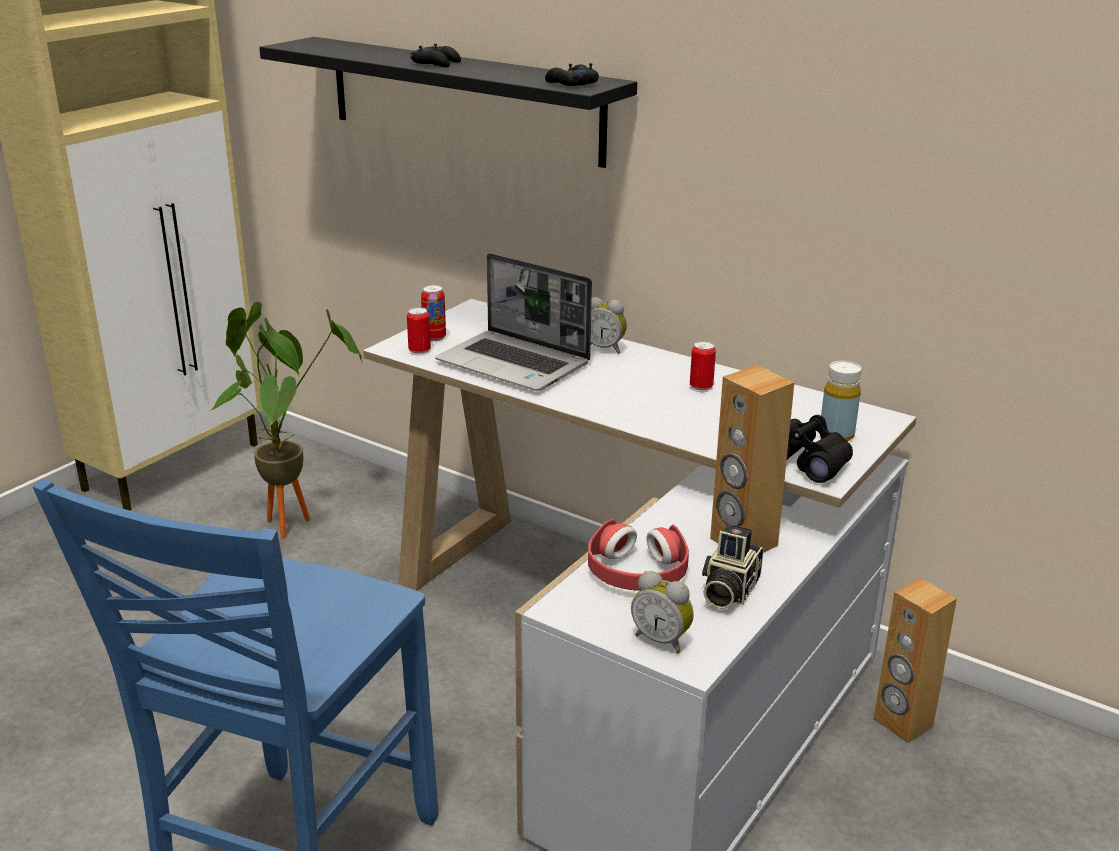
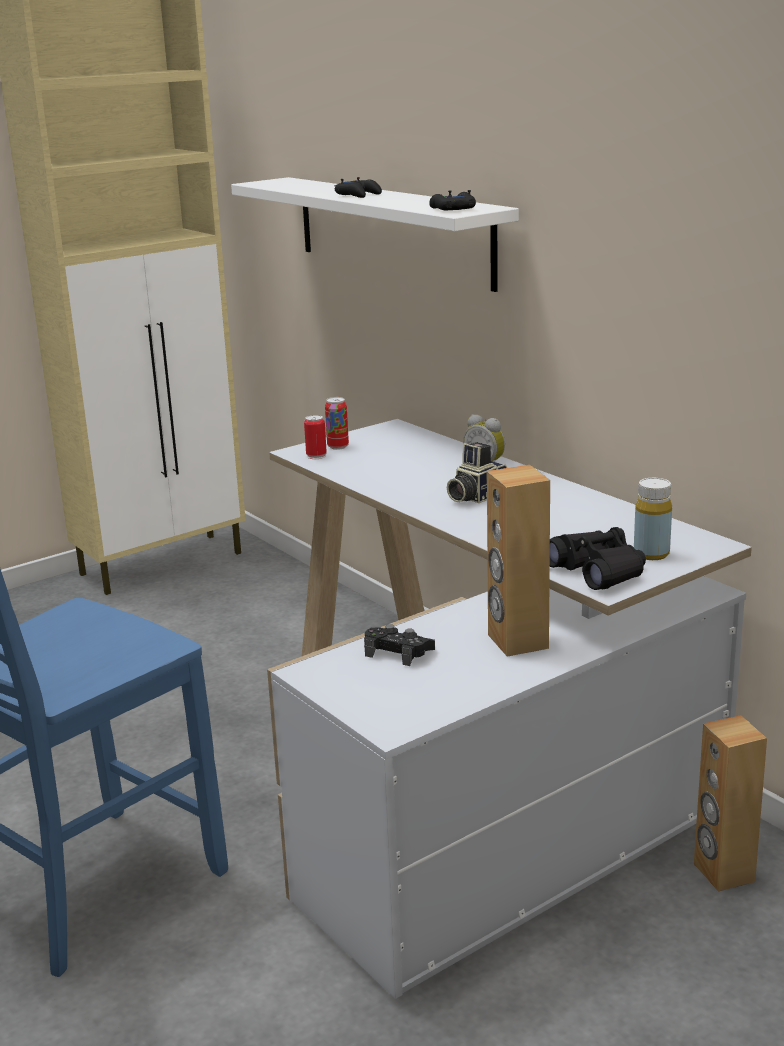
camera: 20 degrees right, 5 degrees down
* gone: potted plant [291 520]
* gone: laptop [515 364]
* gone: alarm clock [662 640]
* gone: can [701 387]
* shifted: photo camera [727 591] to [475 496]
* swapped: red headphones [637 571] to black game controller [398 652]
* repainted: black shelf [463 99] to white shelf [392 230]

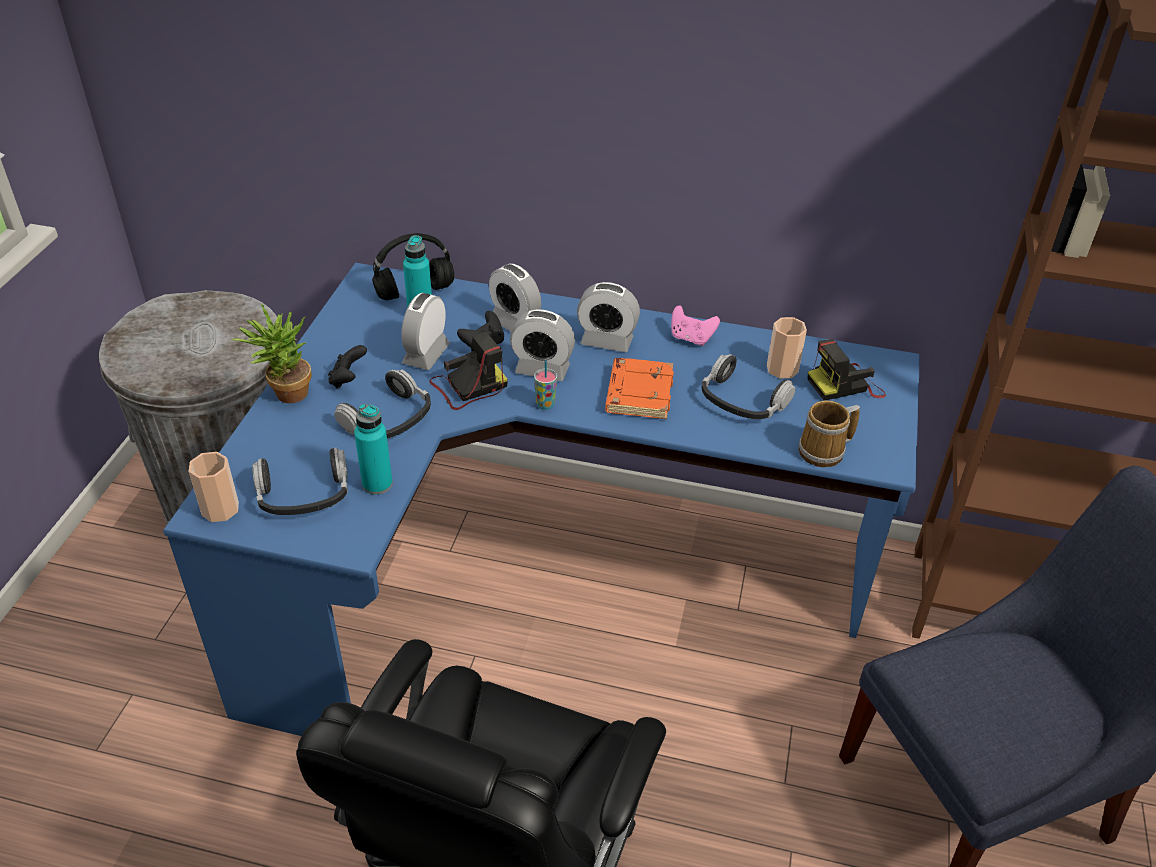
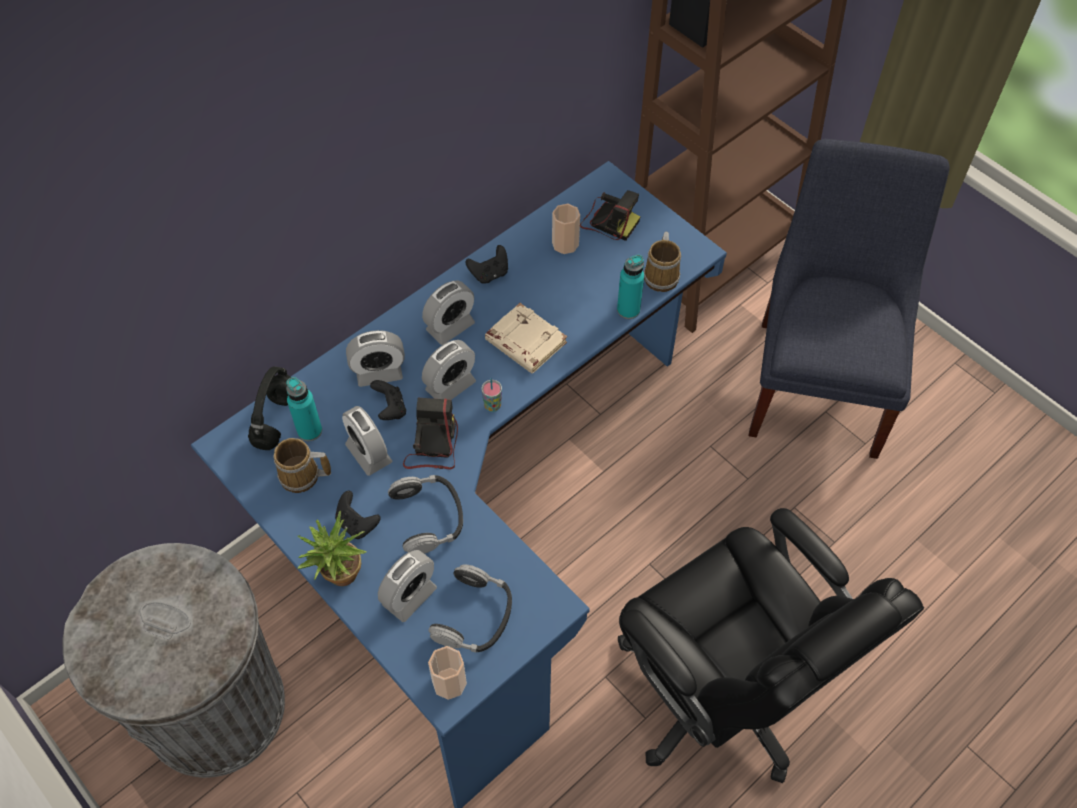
camera: 55 degrees left, 15 degrees up
* gone: headphones [742 400]
* new: mug [302 477]
* new: alarm clock [409 596]
* shifted: turquoise bottle [377 484] to [628 310]
* repainted: orange book [638 393] to beige book [524 342]
* repainted: pink game controller [691 338] to black game controller [489 274]
* rotated: photo camera [845 385] = [608 221] 75 degrees counterclockwise

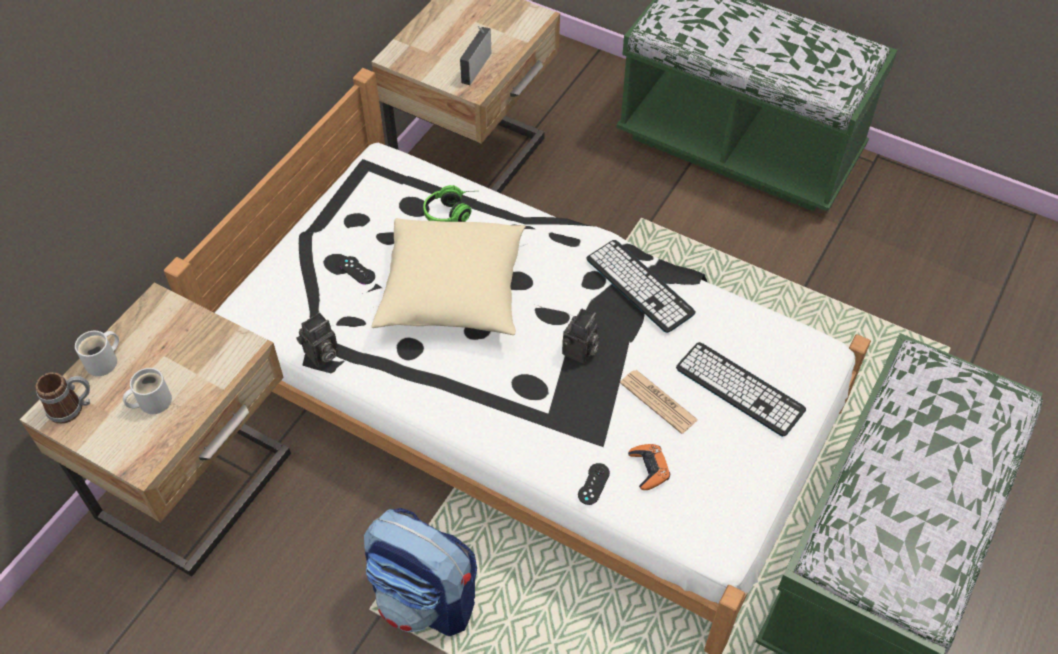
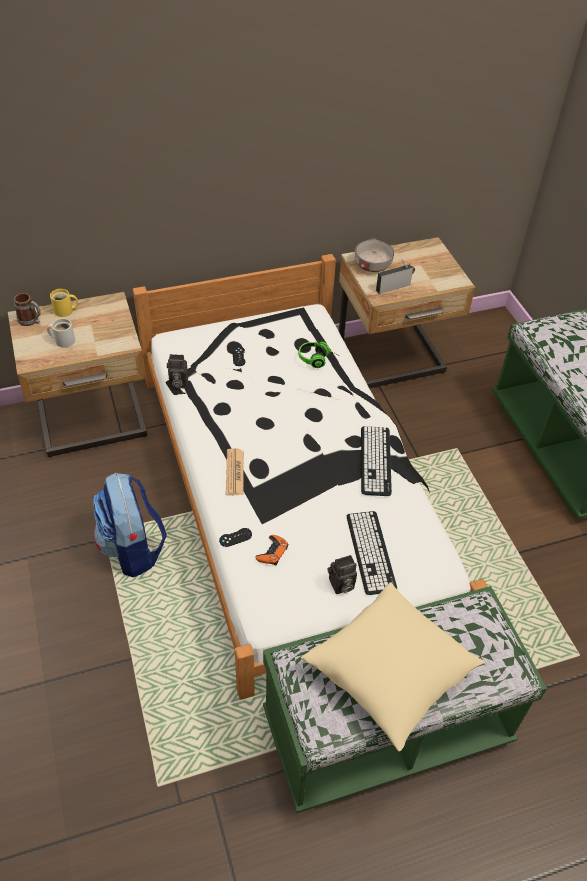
camera: 40 degrees right, 5 degrees down
* new: grey bowl [372 266]
* shifted: beige pillow [453 294] to [390 674]
* shifted: photo camera [580 352] to [340 585]
* shifted: newspaper [658 401] to [234 472]
* repainted: white mug [105 361] to yellow mug [65 311]

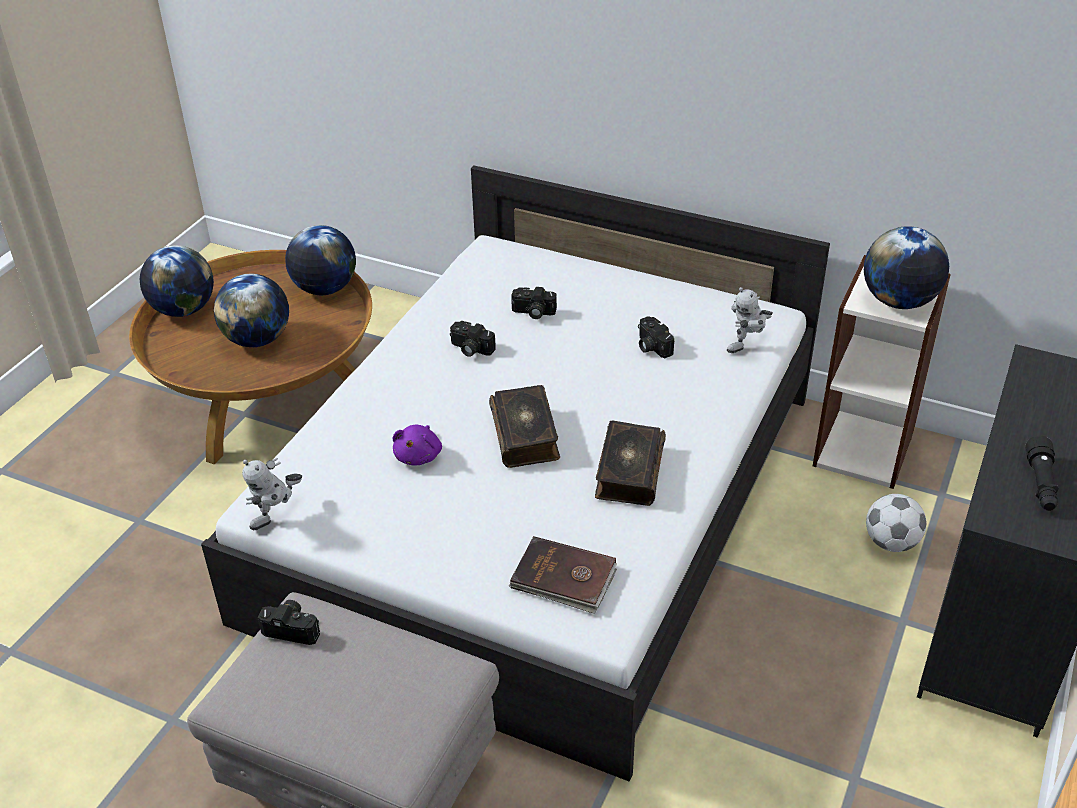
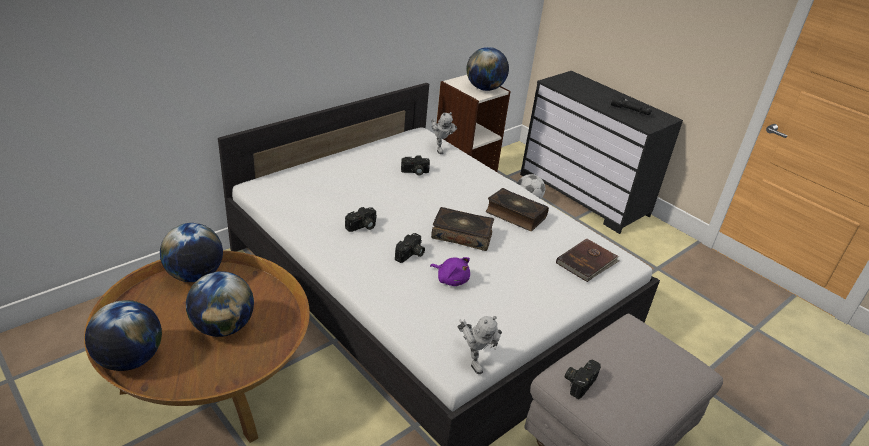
camera: 70 degrees left, 5 degrees down
* shifted: photo camera [533 313] to [410 255]

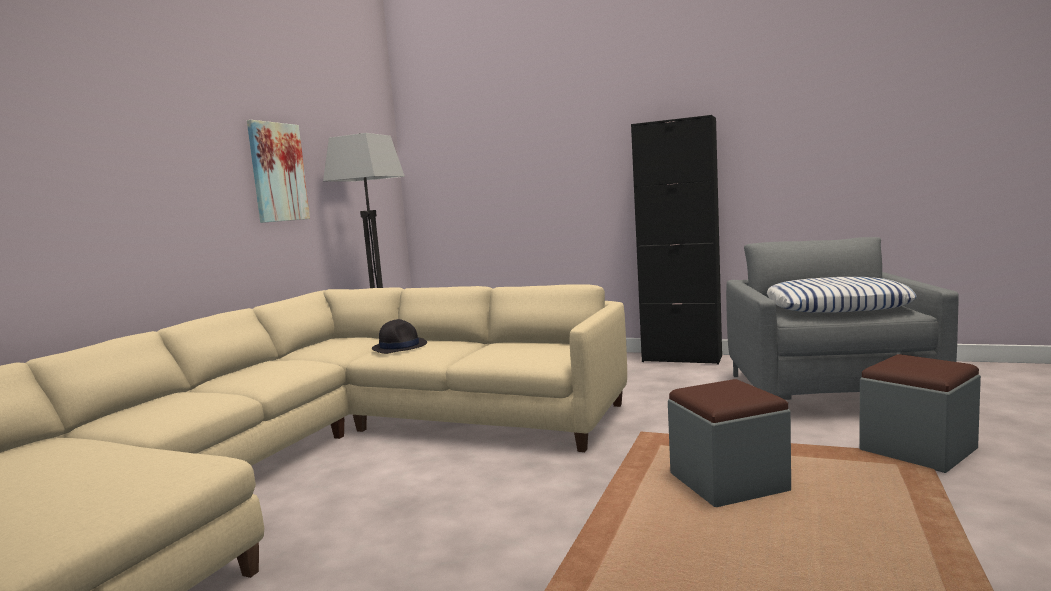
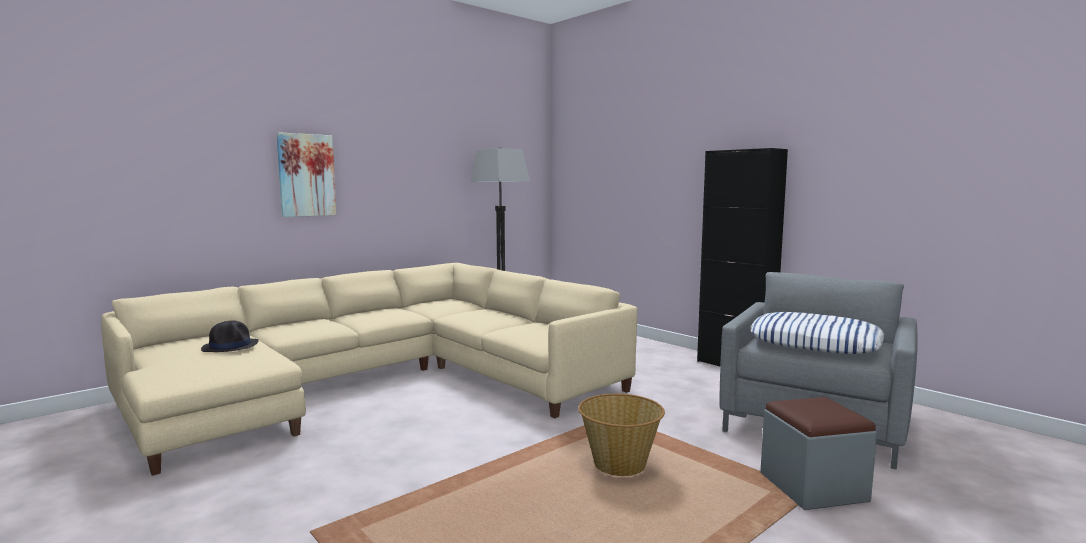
camera: 25 degrees right, 0 degrees up
* shifted: picture [277 172] to [306 175]
* shifted: black hat [399 346] to [231 346]
* swapped: grey ottoman [728 482] to basket [619 465]

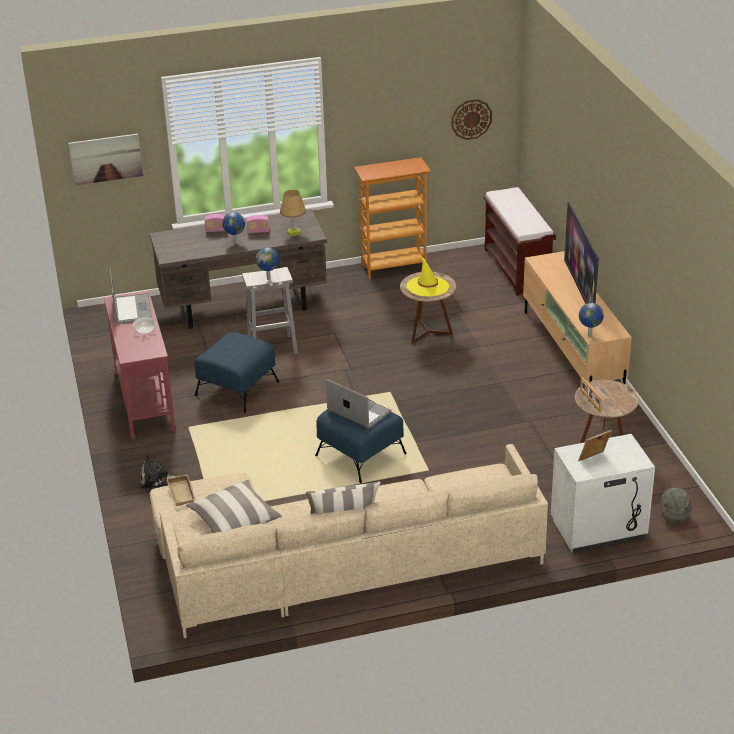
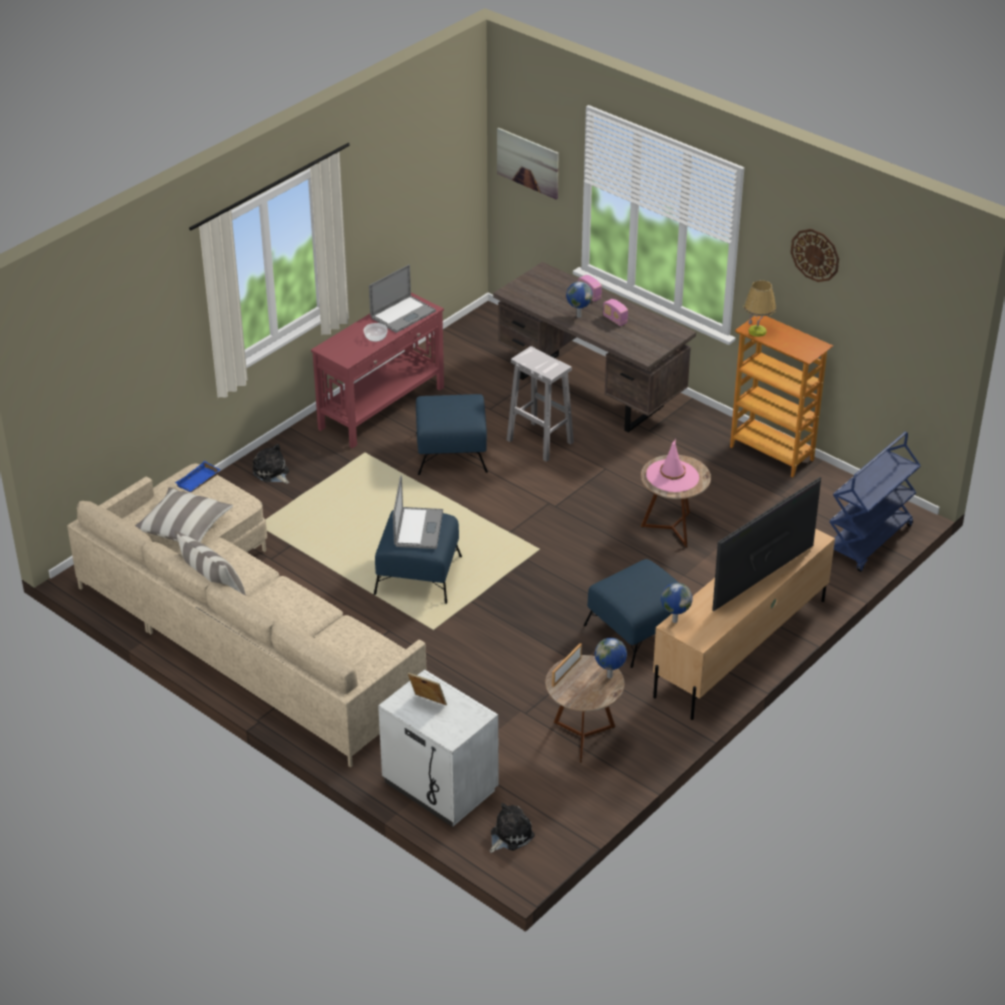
camera: 55 degrees right, 5 degrees up
* new: blue ottoman [636 631]
* shifted: globe [269 279] to [610 677]
* shifted: table lamp [294 232] to [757 331]
* shifted: wall clock [471 119] to [815 255]
* swapped: brown bench [517 269] to blue cart [869 541]
* swapped: grey hat [674 516] to plush toy [509 835]
* repainted: beige tray [183 493] to blue tray [198 481]
* repainted: yellow hat [427 287] to pink hat [672 476]

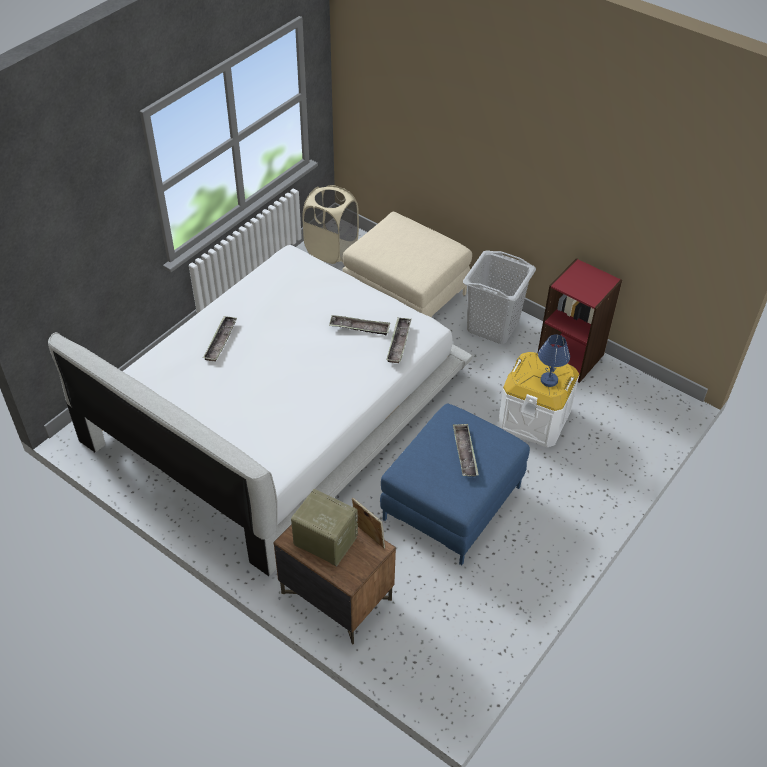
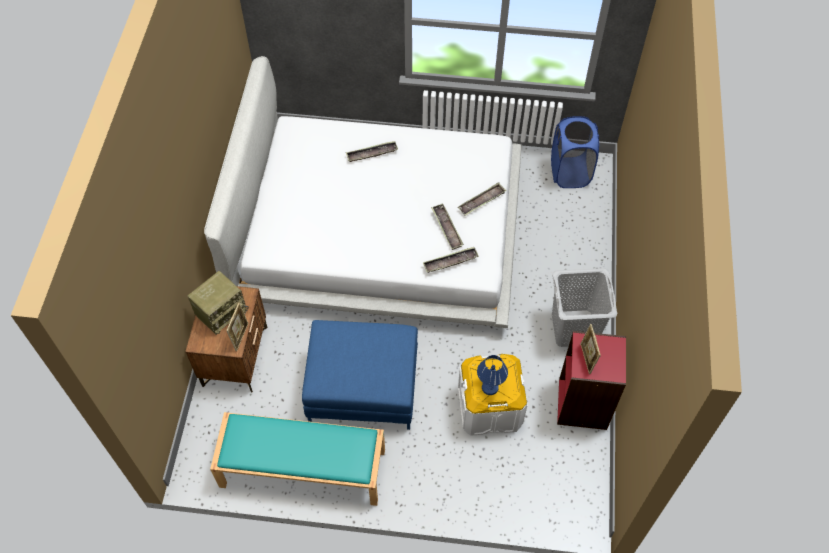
camera: 60 degrees right, 10 degrees up
* gone: beige ottoman [404 294]
* new: turquoise bench [302 468]
* new: picture frame [586 359]
* shifted: tray [465 452] to [481 201]
* repainted: beige laundry basket [331 250] to blue laundry basket [570 173]
* rotated: radio [324 541] = [221 312] 45 degrees clockwise

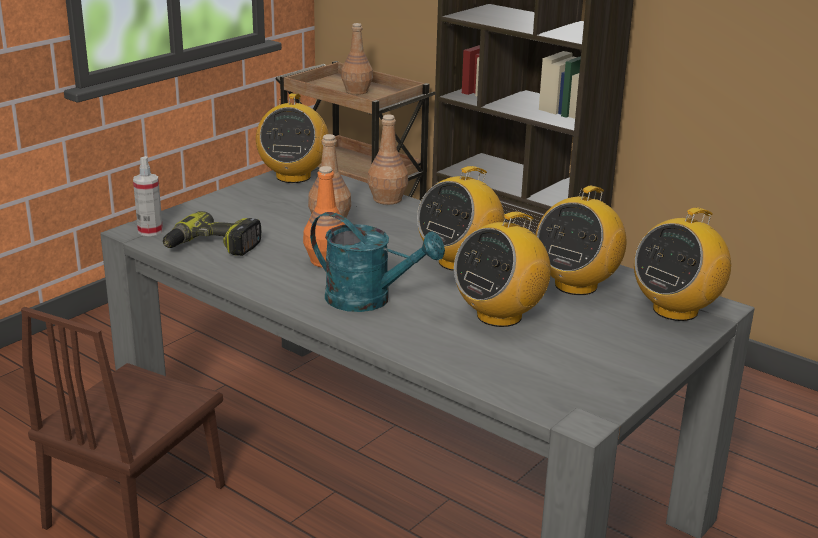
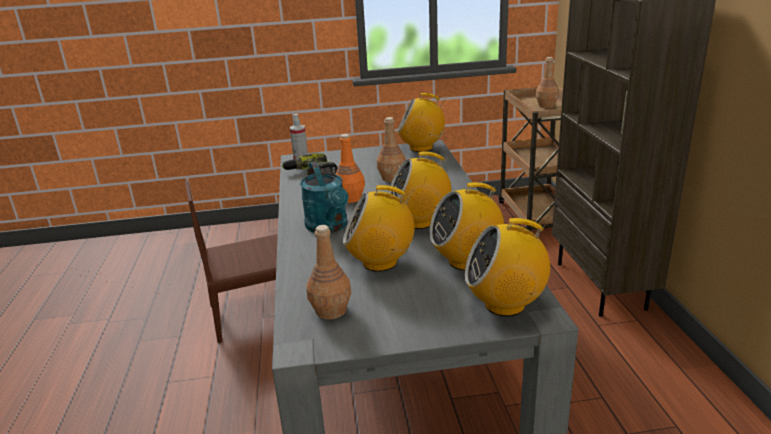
camera: 45 degrees right, 0 degrees up
* shifted: brown bottle [387 199] to [330 311]
* rotated: radio [293 176] = [421 148] 45 degrees clockwise

